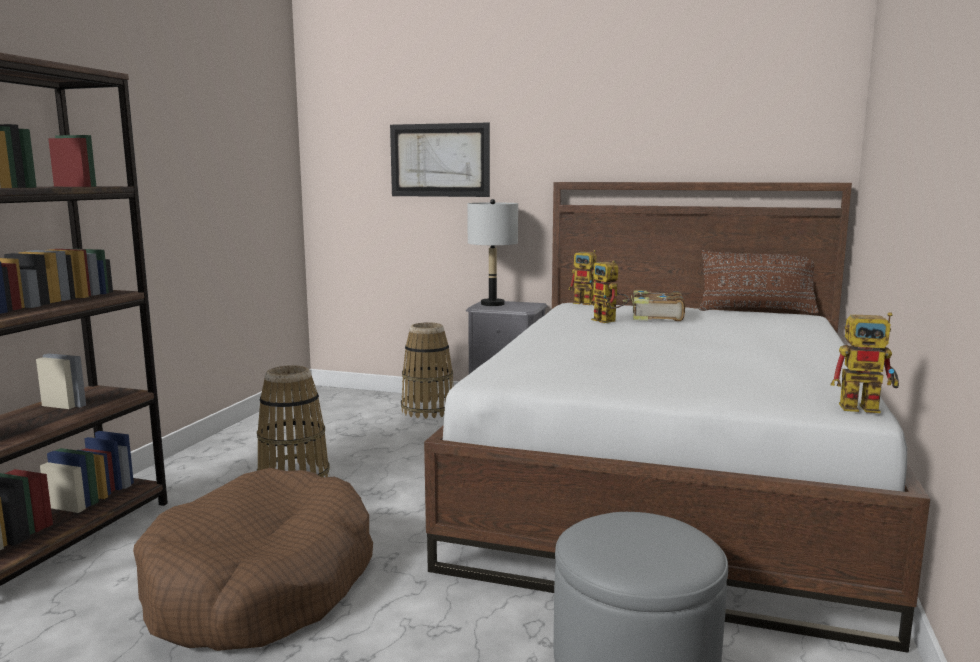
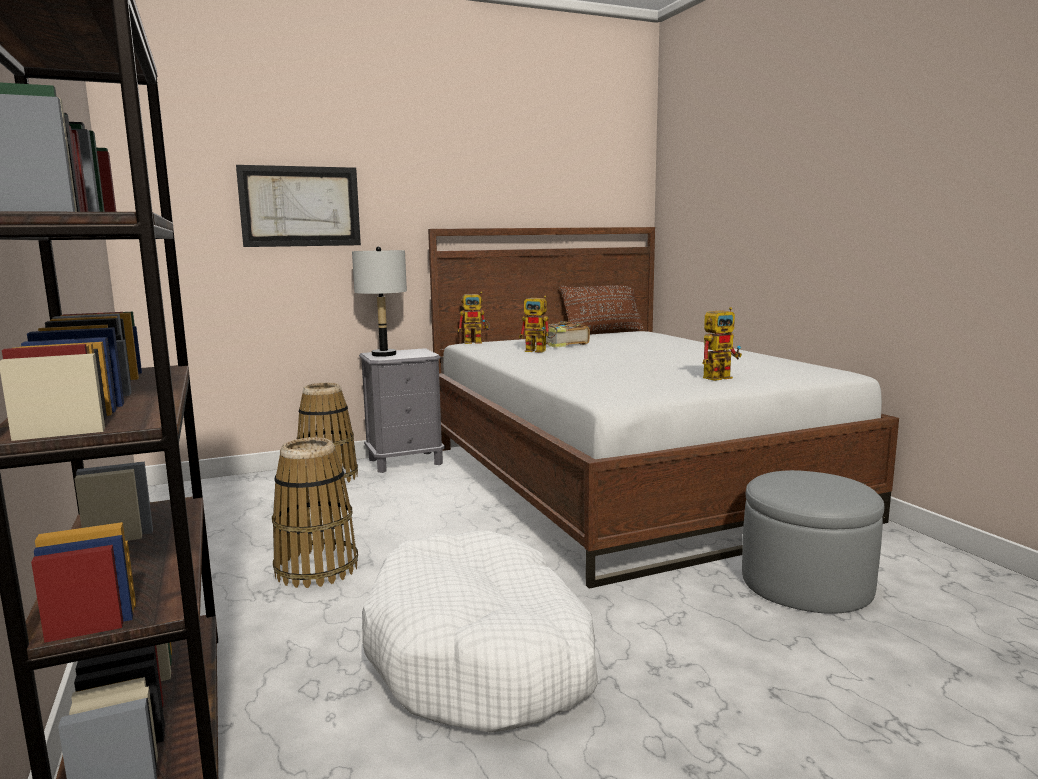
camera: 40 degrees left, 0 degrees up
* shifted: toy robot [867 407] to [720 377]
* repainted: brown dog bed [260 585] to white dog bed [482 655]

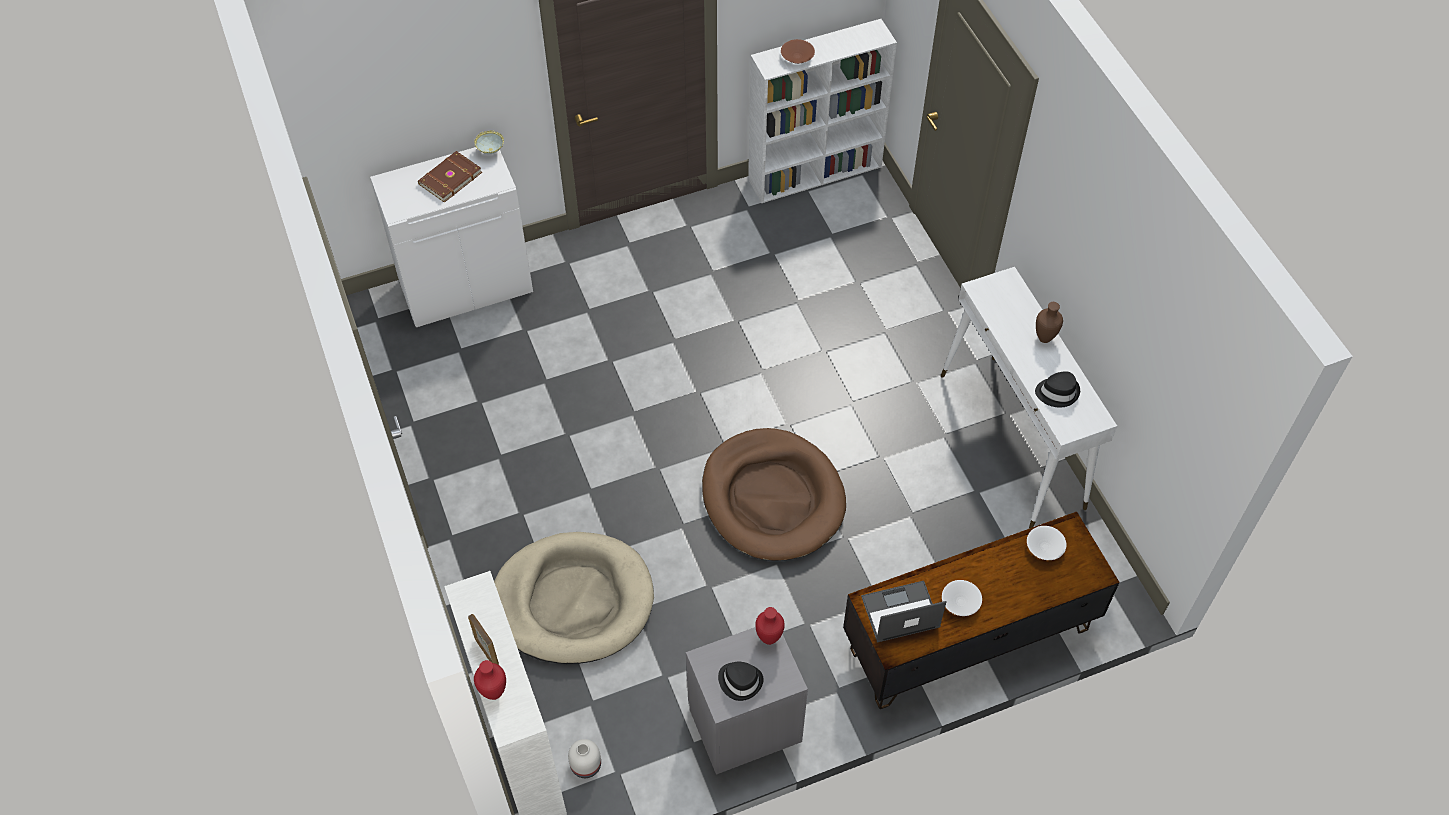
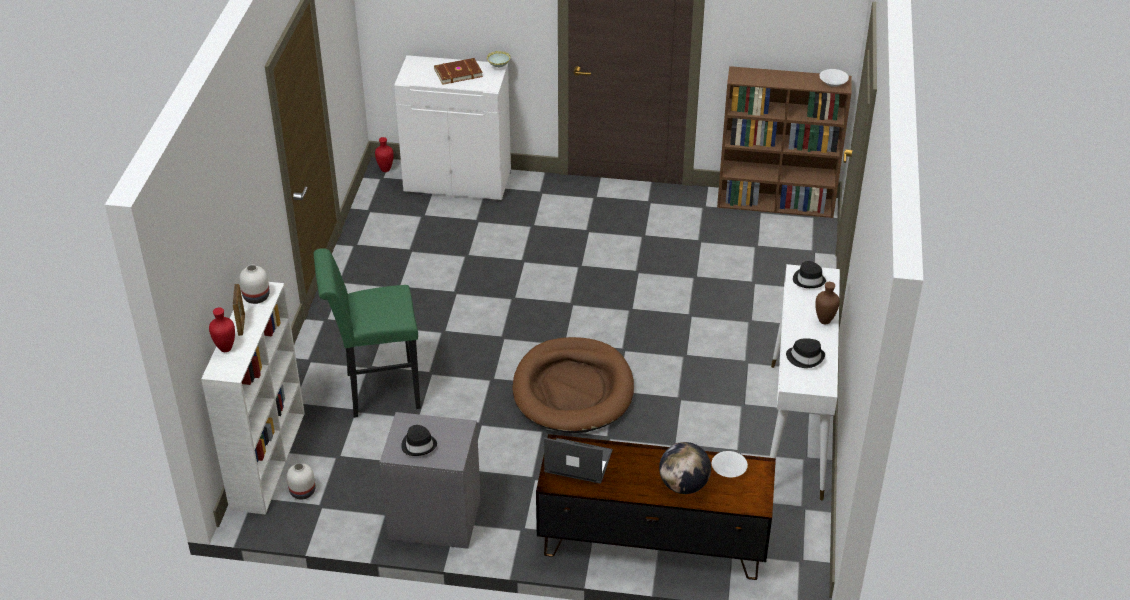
camera: 30 degrees right, 15 degrees down
* gone: brown bowl [797 56]
* new: white vase [257 296]
* new: globe [683 485]
* new: black hat [809 280]
* shifted: red vase [768 639] to [385 170]
* shifted: white bowl [960 602] to [833 82]
* swapped: beige dog bed [573 601] to green stool [376 391]
* repainted: white bookcase [816 172] to brown bookcase [776 203]

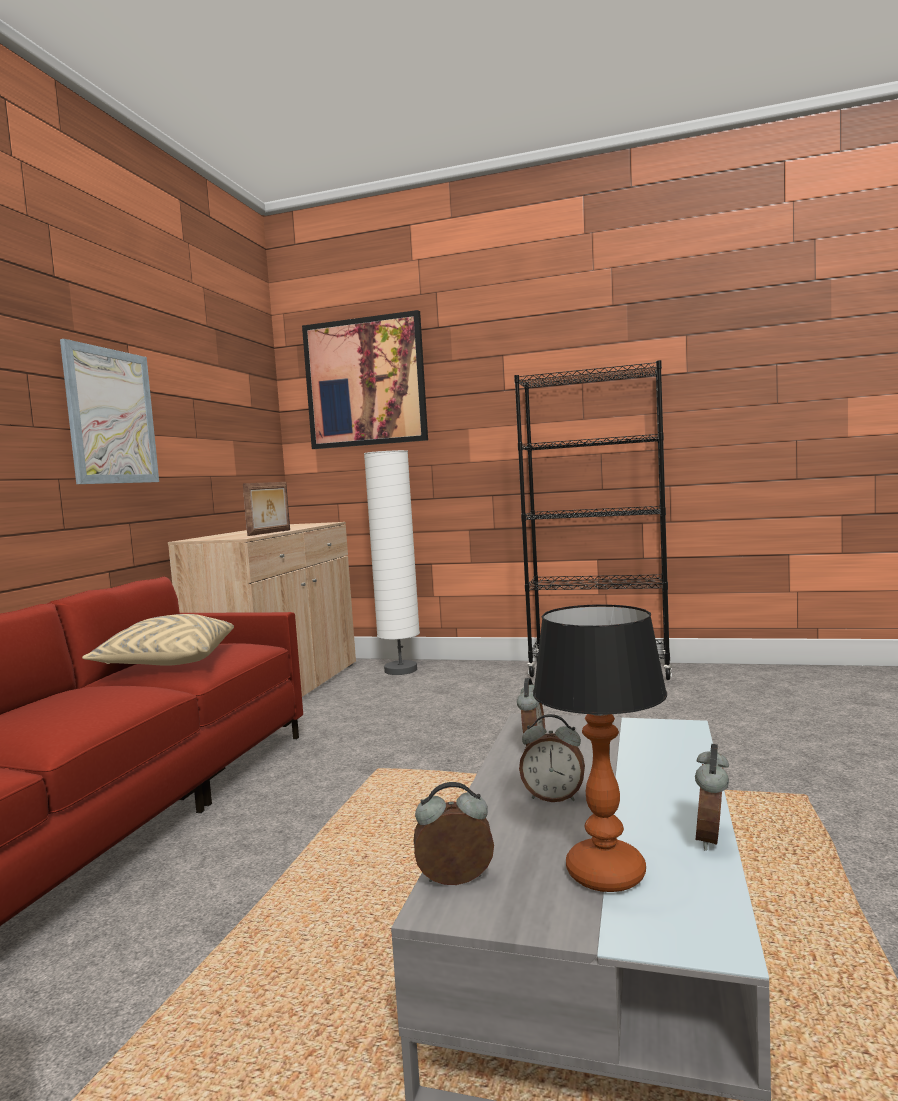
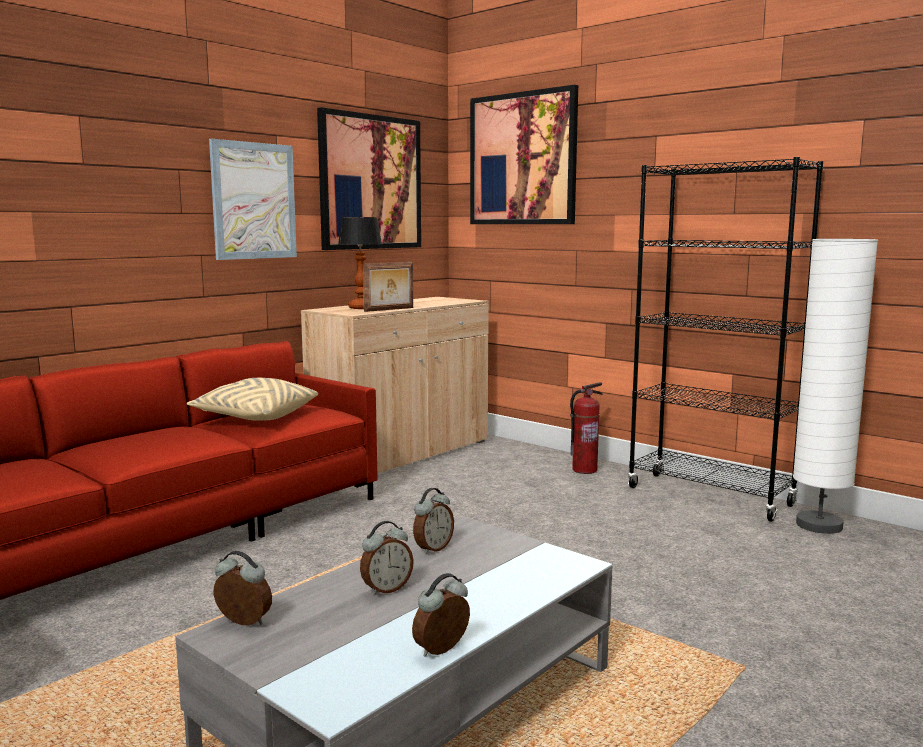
camera: 25 degrees right, 5 degrees up
* new: picture [370 182]
* new: fire extinguisher [584 470]
* shifted: white floor lamp [401 670] to [819 525]
* shifted: table lamp [604 872] to [361 308]
* rotated: alarm clock [553 797] = [386 589] 75 degrees counterclockwise

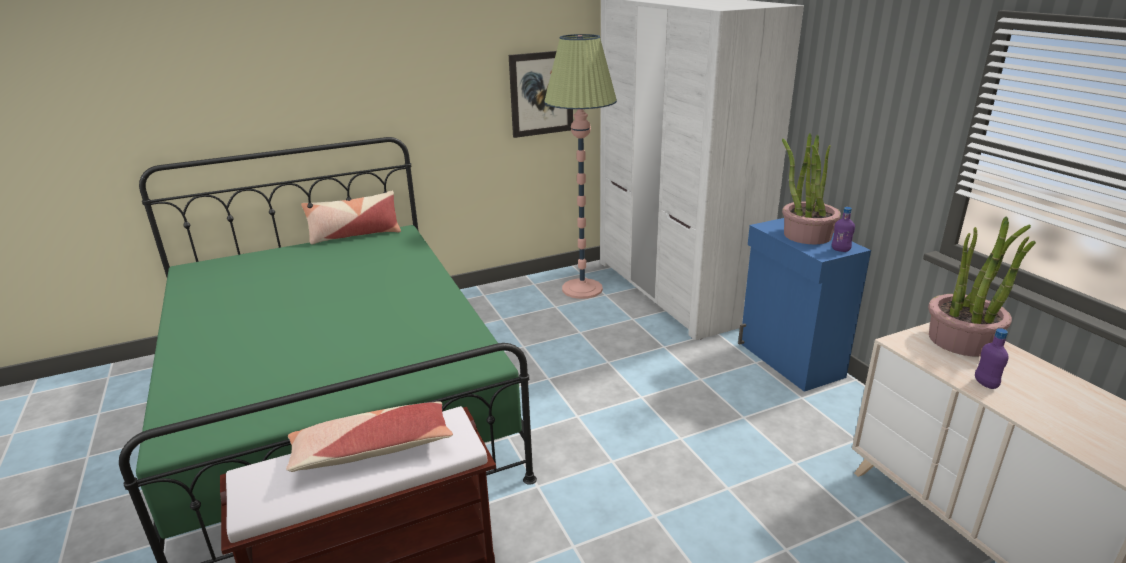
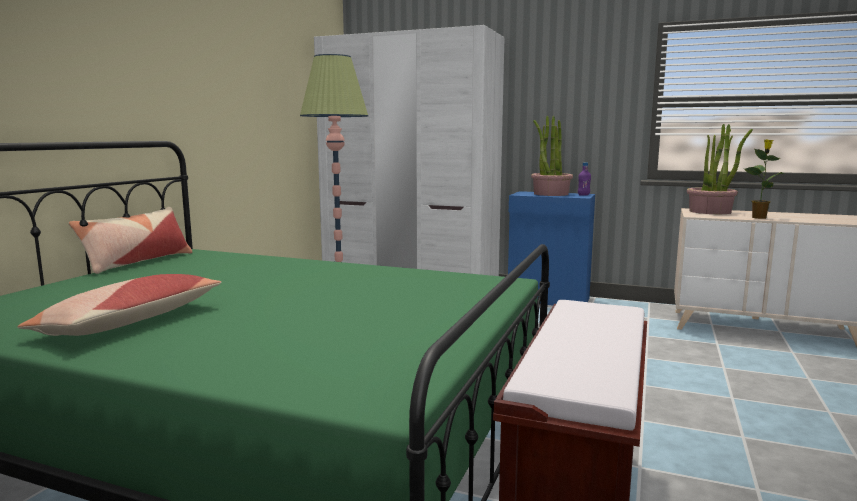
camera: 45 degrees left, 15 degrees down
* gone: picture [541 93]
* shifted: pillow [371 449] to [130 322]
* swapped: purple bottle [985 384] to potted plant [759 217]

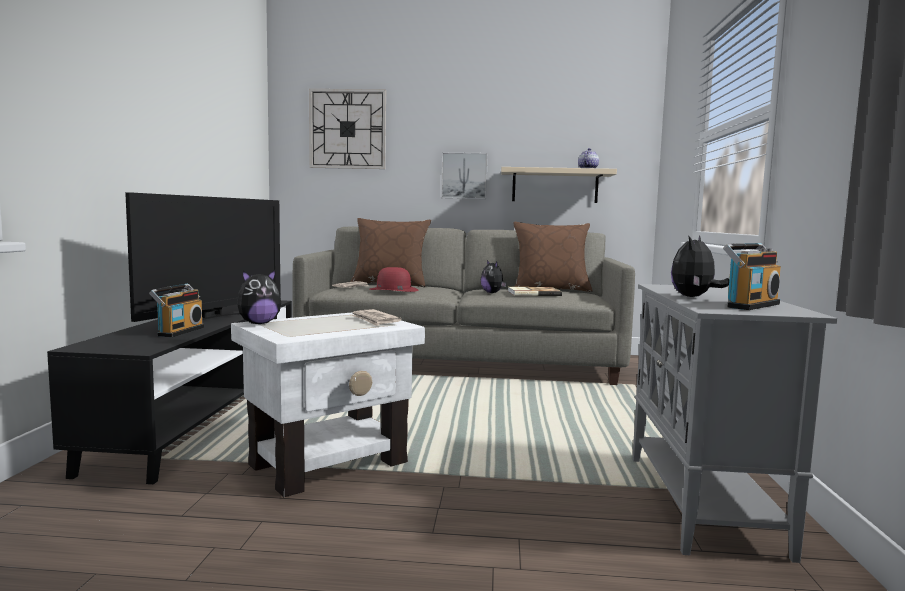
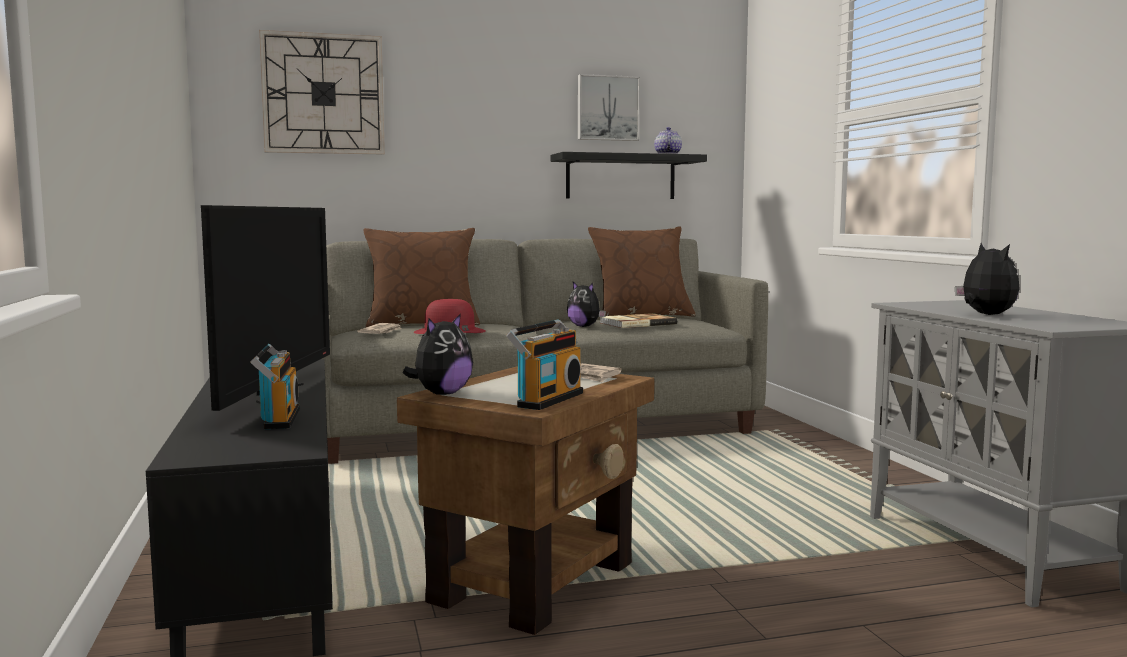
camera: 20 degrees left, 0 degrees up
* shifted: picture [464 175] to [607 108]
* shifted: radio [750 305] to [547 399]
* repainted: white side table [329 464] to brown side table [536 582]
* repainted: beige shelf [555 186] to black shelf [620 177]
* rotated: plush toy [694 297] = [985 315] 150 degrees clockwise

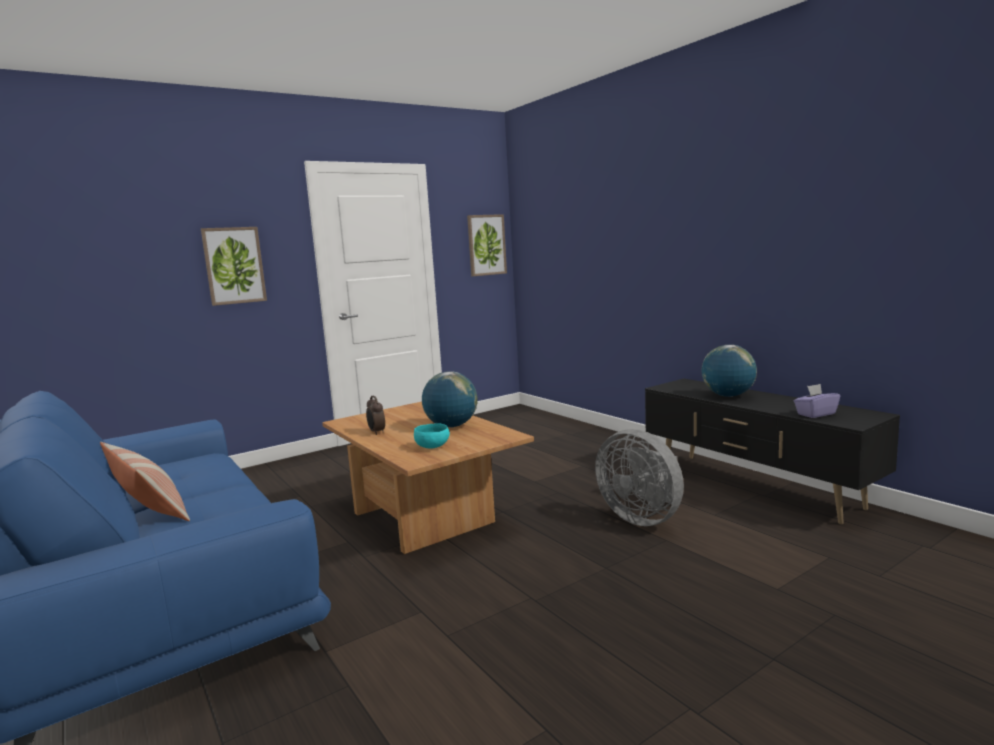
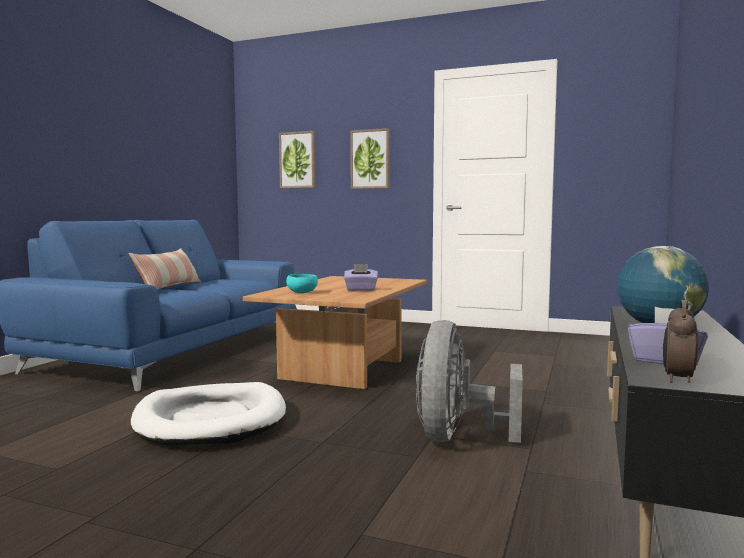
camera: 55 degrees right, 5 degrees down
* new: white dog bed [211 420]
* shifted: alarm clock [376 432] to [677 379]
* shifted: picture [486 245] to [297 160]
* swapped: globe [451 426] to purple tissue box [360 289]

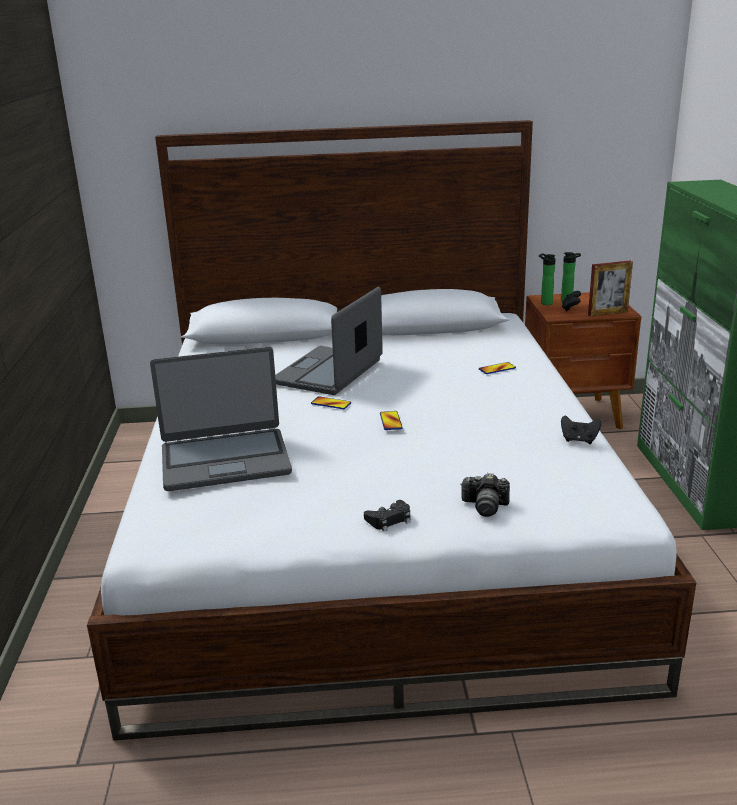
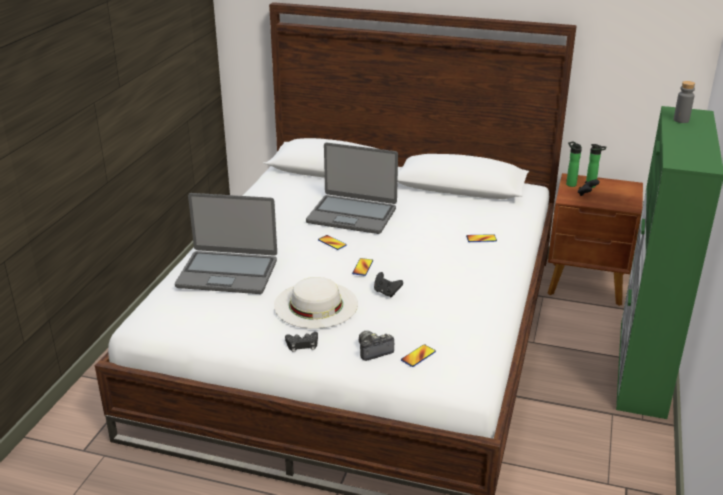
camera: 20 degrees right, 5 degrees up
* gone: picture frame [607 313]
* new: white hat [316 304]
* new: phone [418 356]
* new: grey bottle [681 120]
* shifted: black game controller [579 440] to [386 292]
* rotated: laptop [329 372] = [352 215] 120 degrees counterclockwise
* rotated: photo camera [485 506] = [373 351] 120 degrees clockwise

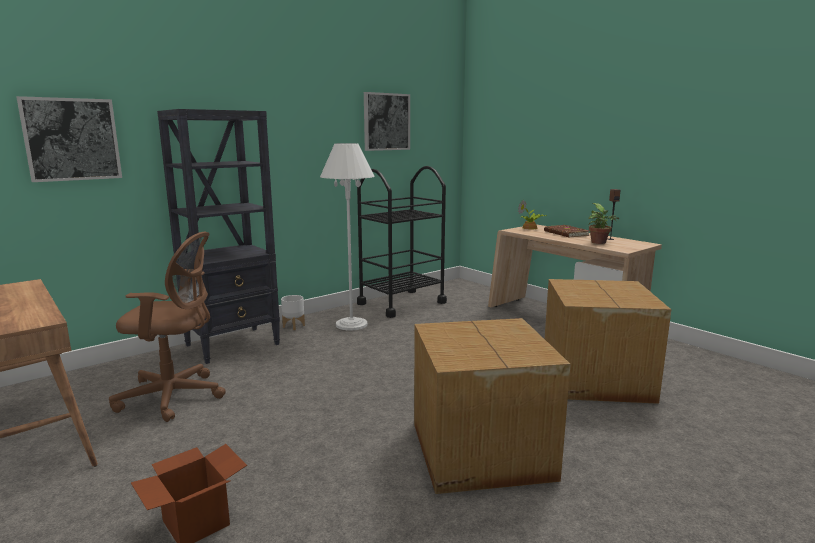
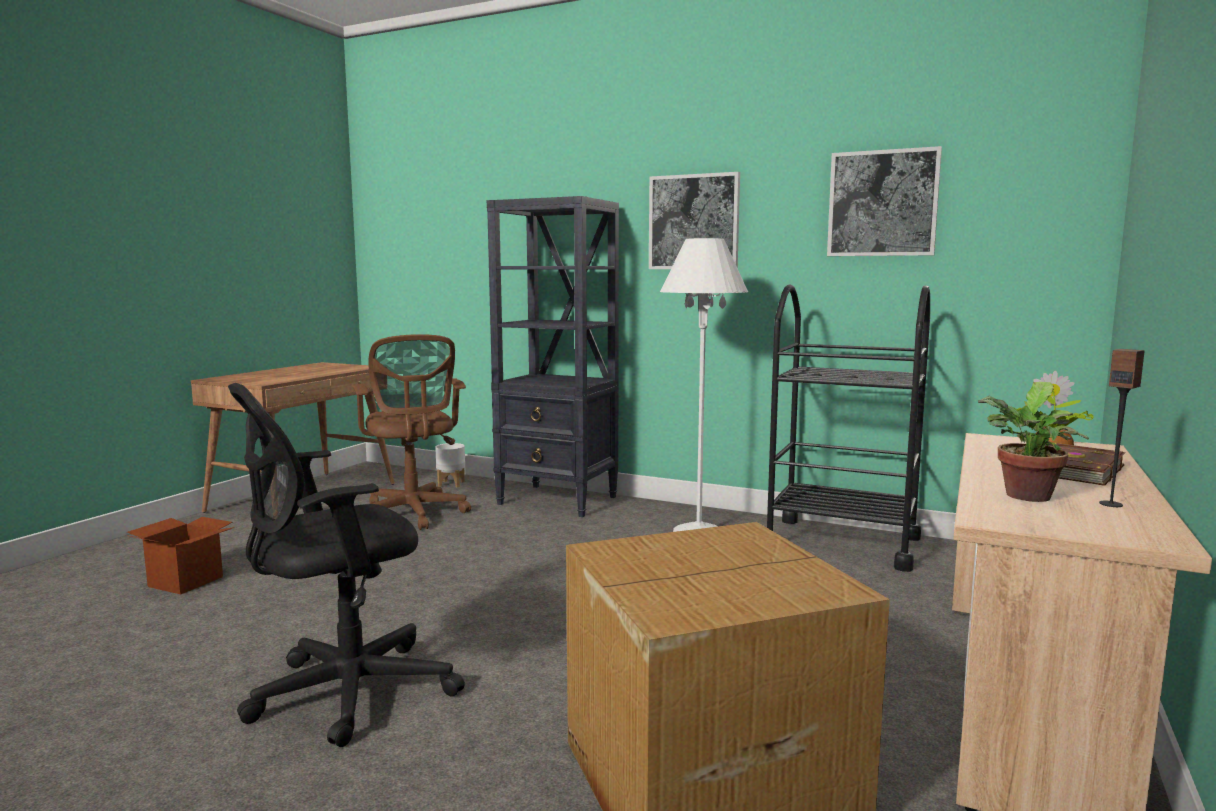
camera: 65 degrees right, 5 degrees down
* shifted: picture [72 139] to [694 222]
* shifted: white planter [294 326] to [451 484]
* swapped: cardboard box [479 451] to black office chair [343 693]

